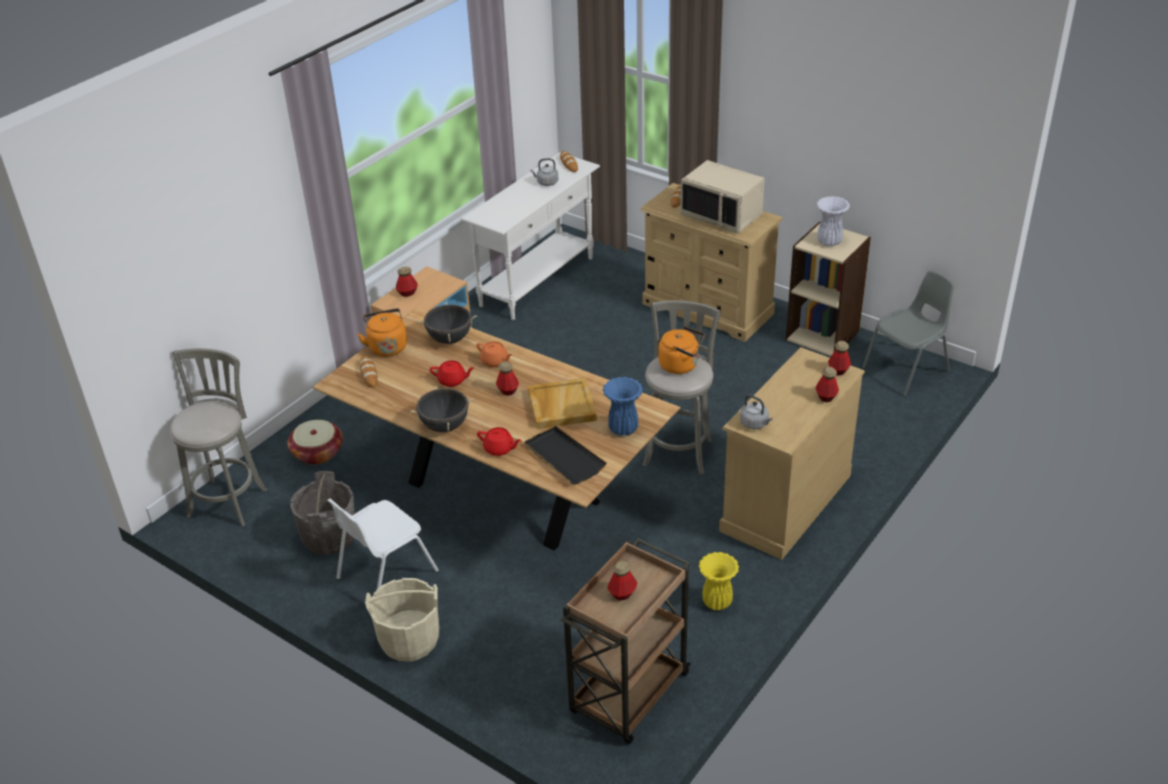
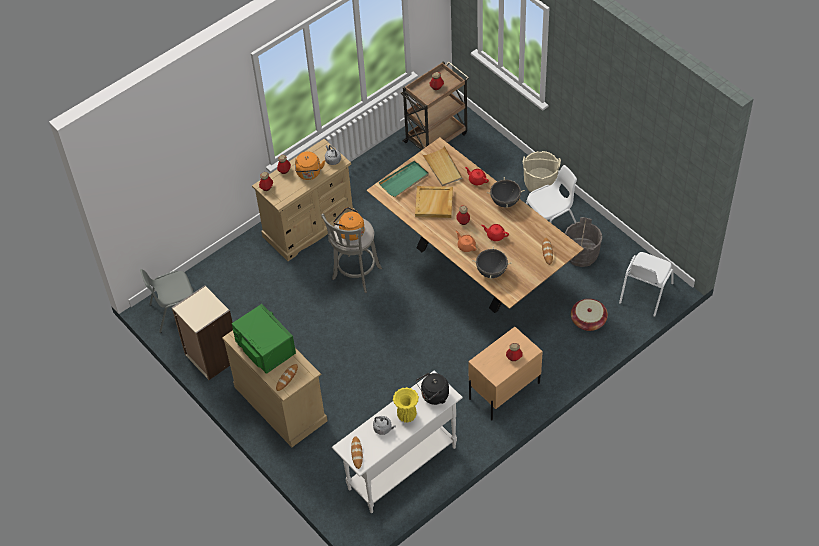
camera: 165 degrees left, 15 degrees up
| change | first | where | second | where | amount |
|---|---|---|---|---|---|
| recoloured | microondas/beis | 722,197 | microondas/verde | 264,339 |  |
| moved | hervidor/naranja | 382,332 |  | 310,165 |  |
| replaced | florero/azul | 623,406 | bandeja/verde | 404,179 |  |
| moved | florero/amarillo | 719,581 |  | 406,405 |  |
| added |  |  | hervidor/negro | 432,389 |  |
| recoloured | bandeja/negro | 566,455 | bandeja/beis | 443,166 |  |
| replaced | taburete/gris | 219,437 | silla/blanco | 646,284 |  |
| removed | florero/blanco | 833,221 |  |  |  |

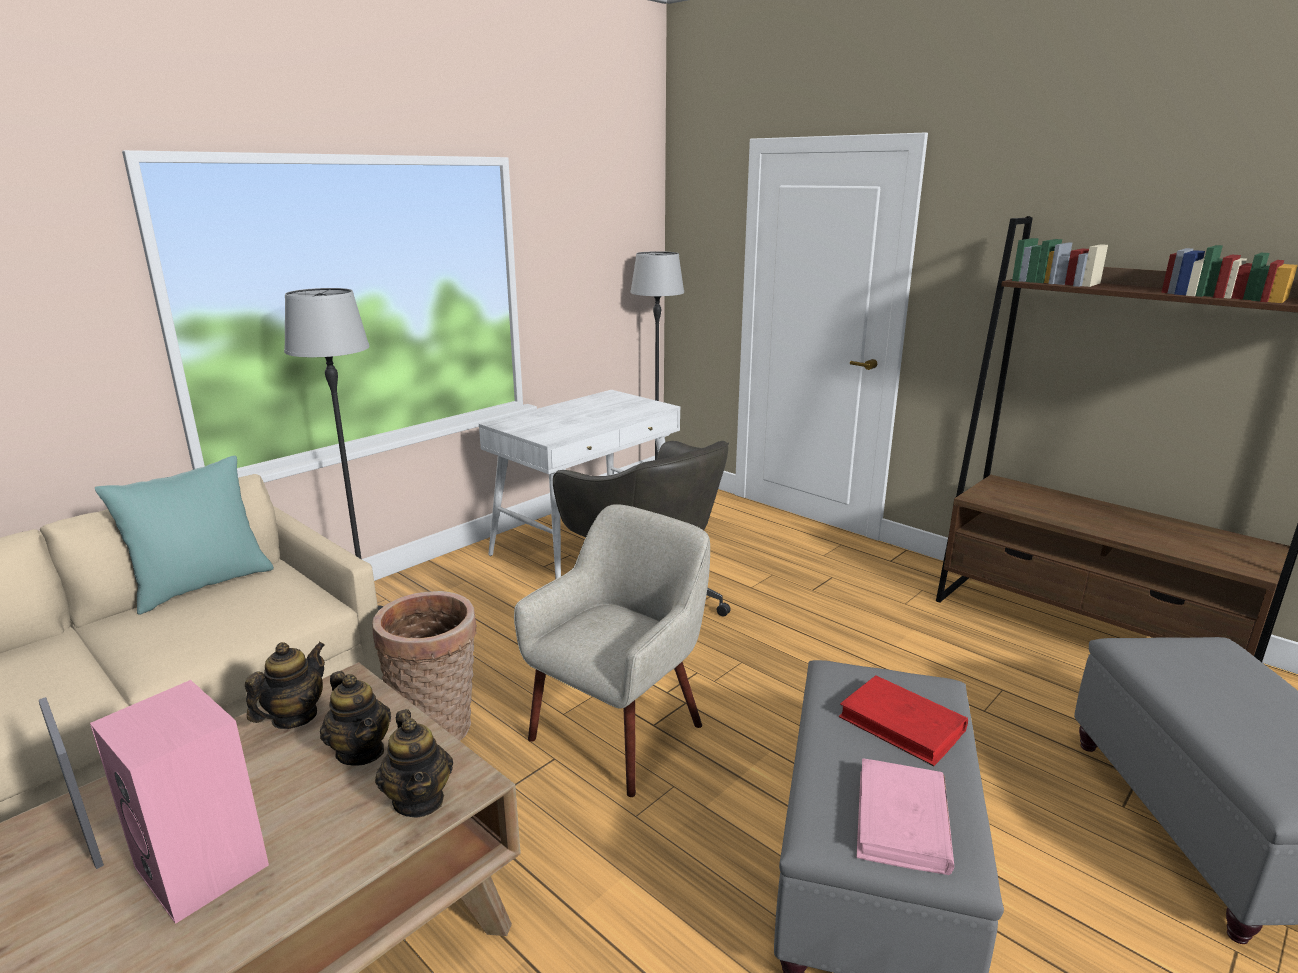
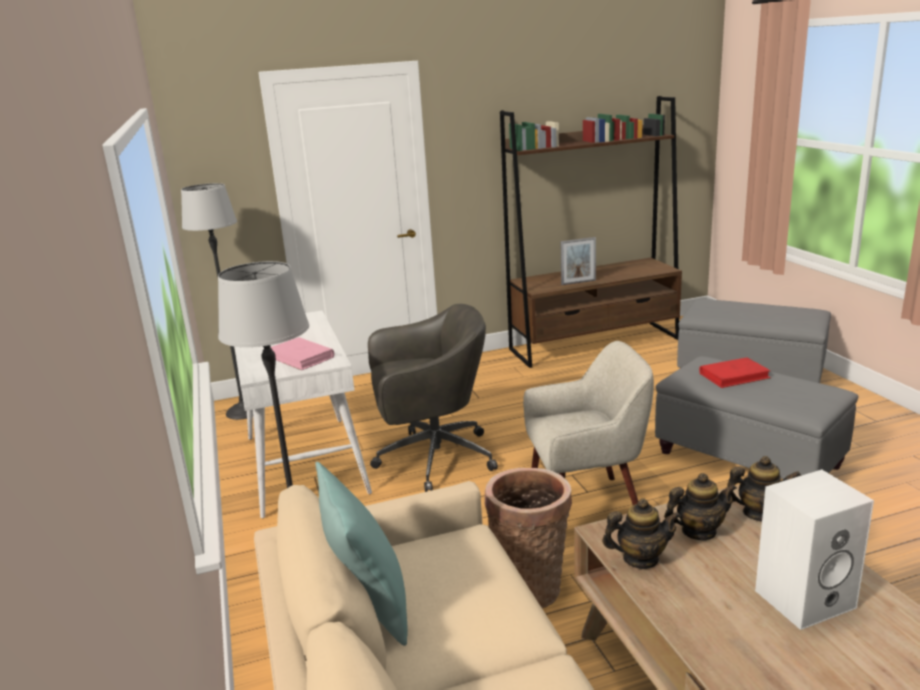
camera: 60 degrees left, 0 degrees up
| change | first | where | second | where | amount |
|---|---|---|---|---|---|
| moved | libro/rosa | 905,816 |  | 302,353 |  |
| turned | sillón/beis | 612,650 |  | 588,423 | 105 degrees clockwise |
| moved | portarretratos | 71,783 |  | 578,261 |  |
| turned | tetera | 285,685 |  | 641,533 | 120 degrees clockwise |
| recoloured | altavoz/rosa | 179,802 | altavoz/blanco | 814,549 |  |

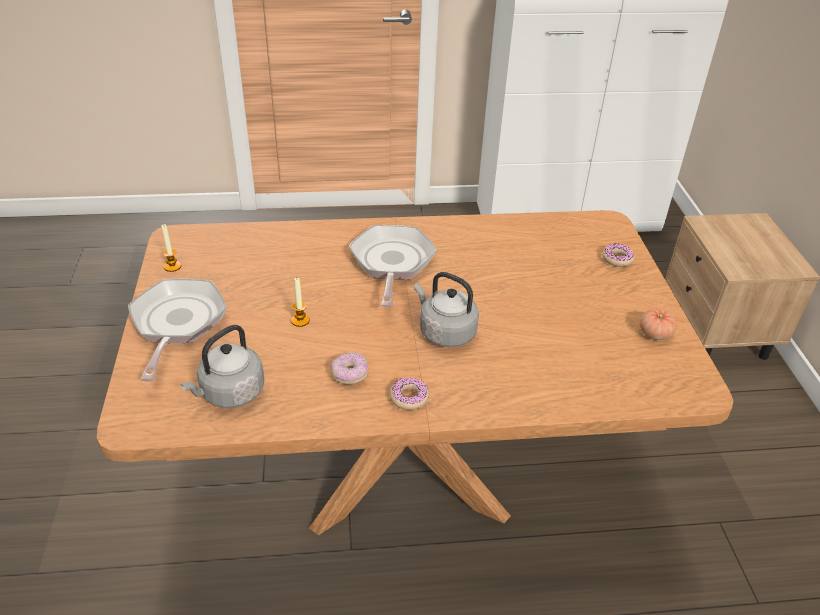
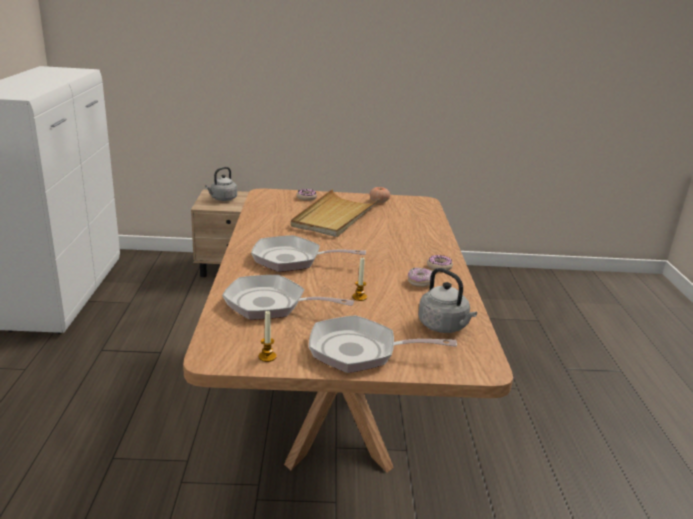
camera: 85 degrees left, 15 degrees down
| change | first | where | second | where | amount |
|---|---|---|---|---|---|
| moved | hervidor/gris | 446,309 |  | 221,184 |  |
| added |  |  | sartén | 288,297 |  |
| added |  |  | bandeja/beis | 335,213 |  |

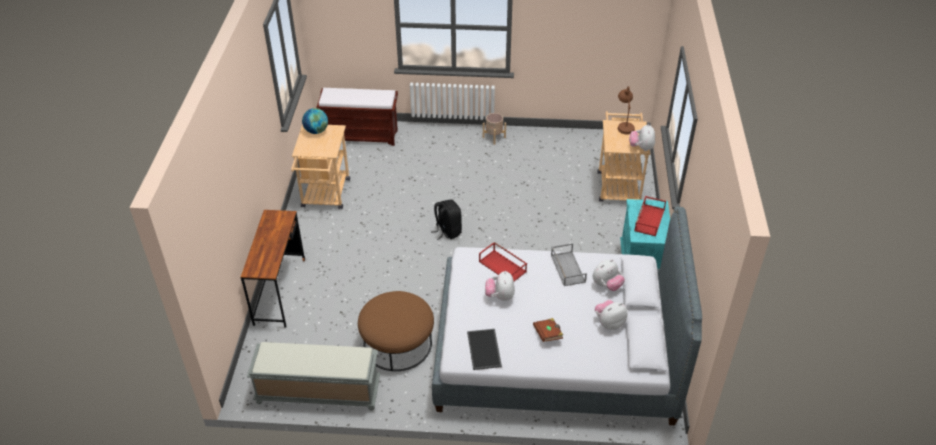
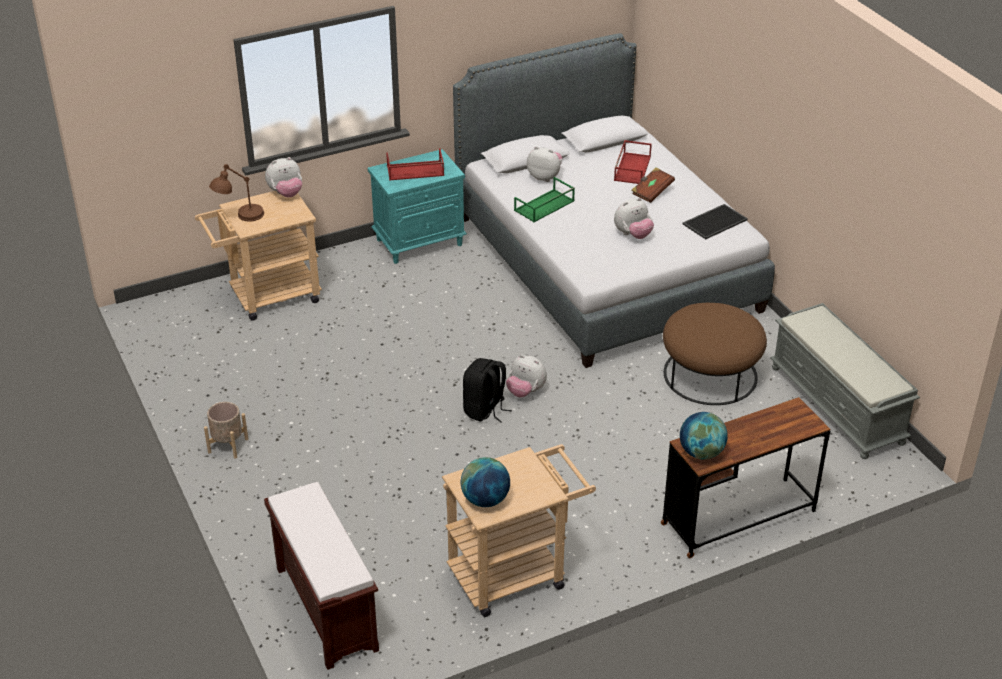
camera: 120 degrees left, 5 degrees down
| change | first | where | second | where | amount |
|---|---|---|---|---|---|
| moved | peluche | 611,315 |  | 526,376 |  |
| recoloured | bandeja/gris | 569,264 | bandeja/verde | 544,199 |  |
| moved | bandeja/rojo | 503,261 |  | 633,162 |  |
| added |  |  | globo terráqueo | 704,435 |  |

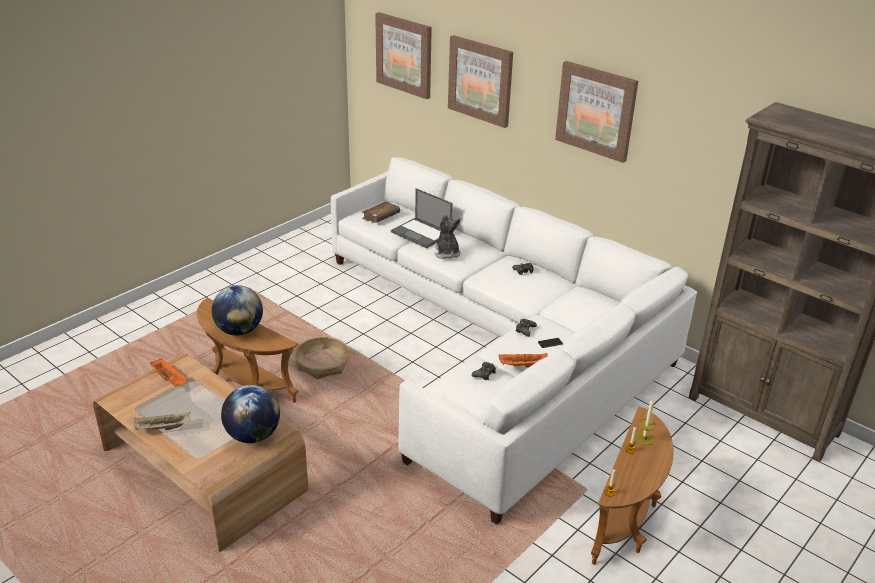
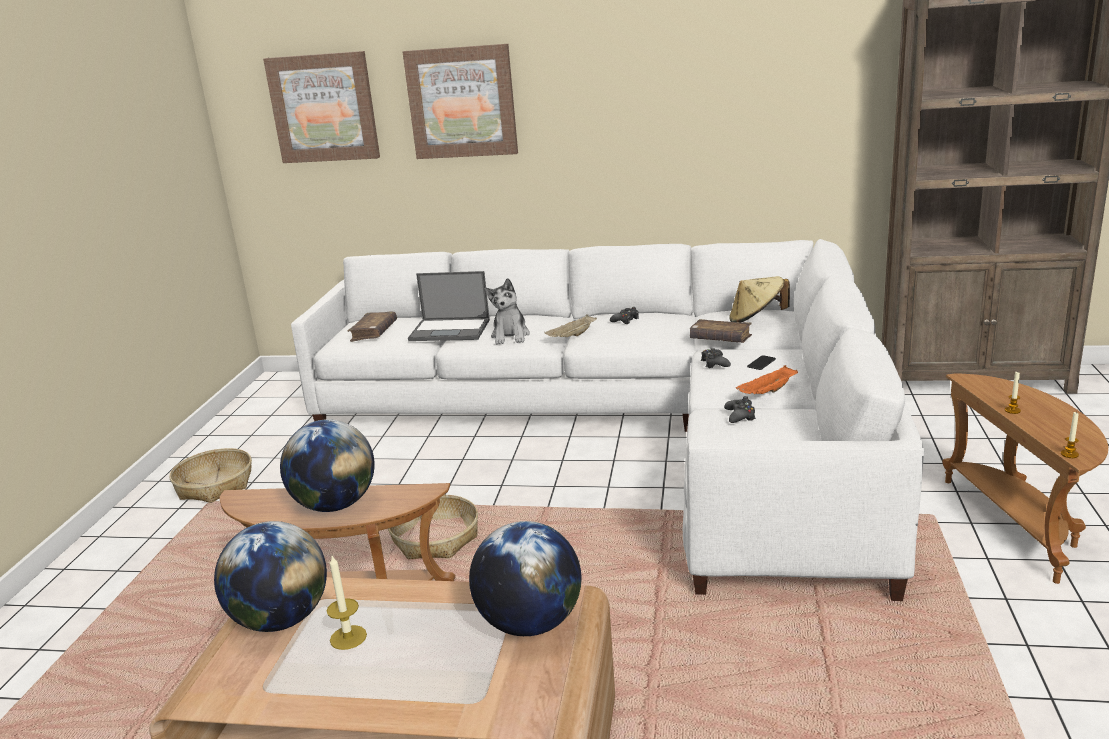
camera: 30 degrees left, 10 degrees down
| change | first | where | second | where | amount |
|---|---|---|---|---|---|
| added |  |  | cesta | 210,475 |  |
| replaced | bandeja/naranja | 169,373 | globo terráqueo | 270,576 |  |
| moved | vela | 645,422 |  | 347,603 |  |
| turned | peluche | 447,236 |  | 507,311 | 135 degrees counterclockwise |
| moved | bandeja/beis | 162,421 |  | 570,325 |  |
| added |  |  | libro/marrón | 721,331 |  |
| added |  |  | sombrero/beis | 759,299 |  |
| removed | cuadro | 596,112 |  |  |  |

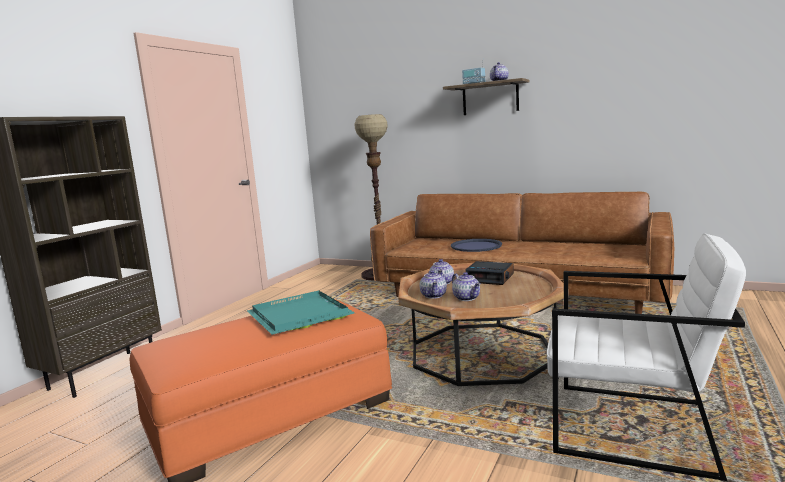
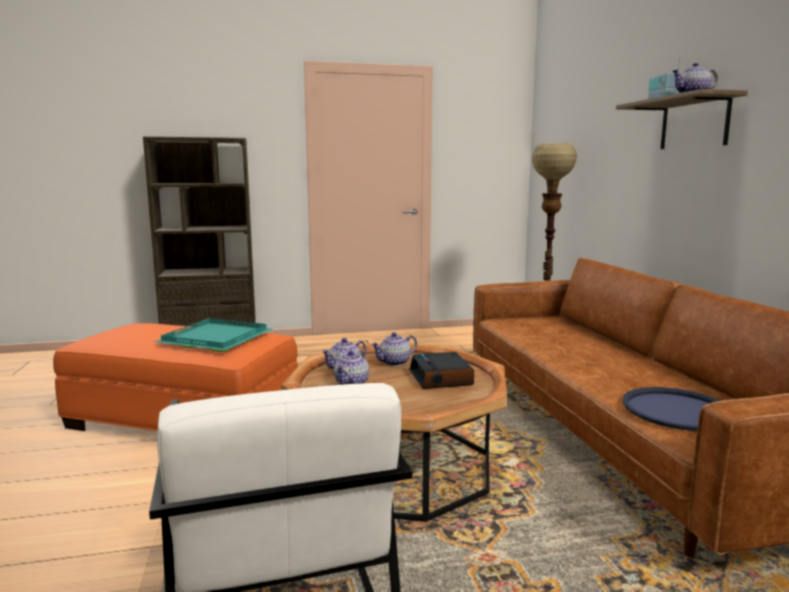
camera: 50 degrees right, 0 degrees up
| change | first | where | second | where | amount |
|---|---|---|---|---|---|
| moved | bandeja/azul | 476,245 |  | 671,409 |  |

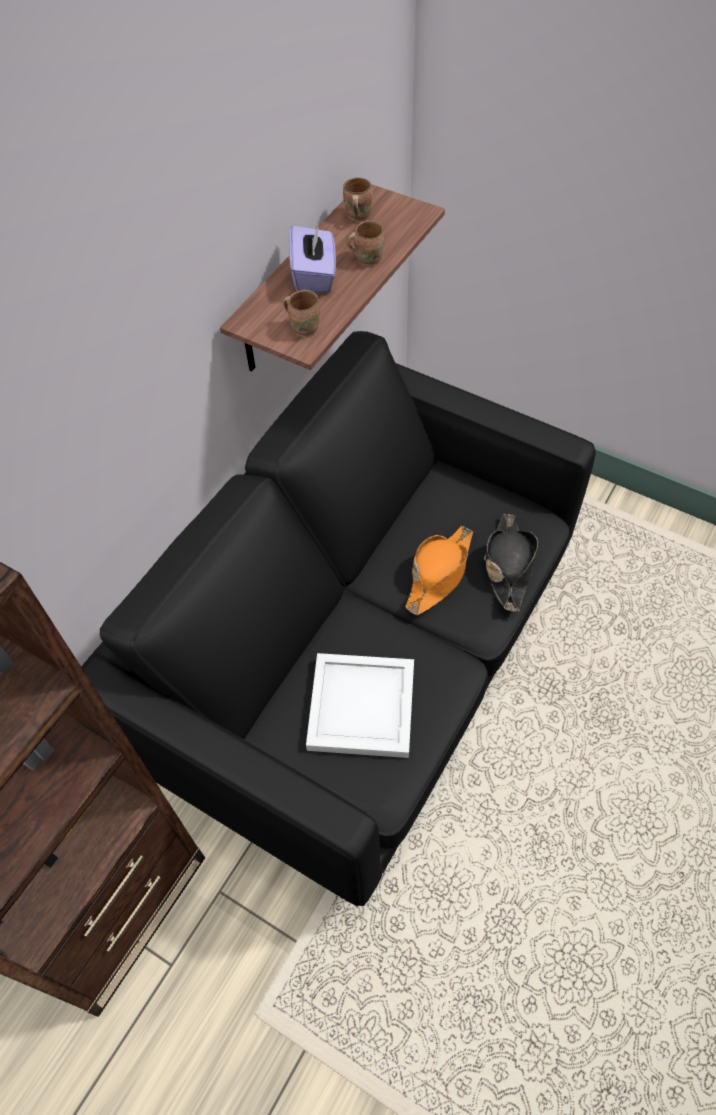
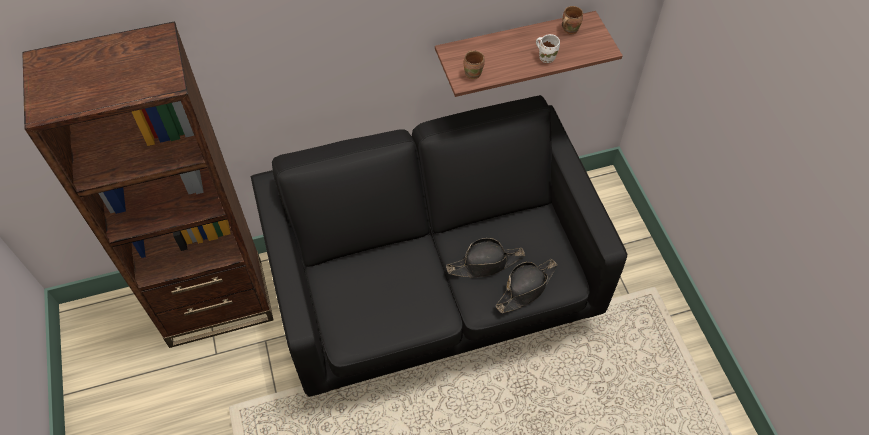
camera: 40 degrees right, 0 degrees up
| change | first | where | second | where | amount |
|---|---|---|---|---|---|
| recoloured | sombrero/naranja | 439,570 | sombrero/negro | 485,257 |  |
| recoloured | taza grande/marrón | 365,244 | taza grande/blanco | 548,48 |  |
| removed | caja de pañuelos/morado | 312,258 |  |  |  |
| removed | bandeja/blanco | 360,705 |  |  |  |

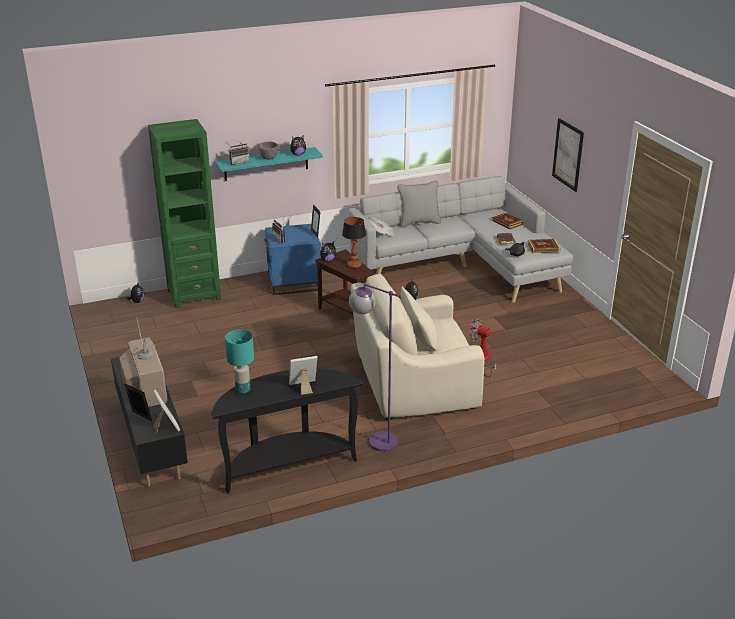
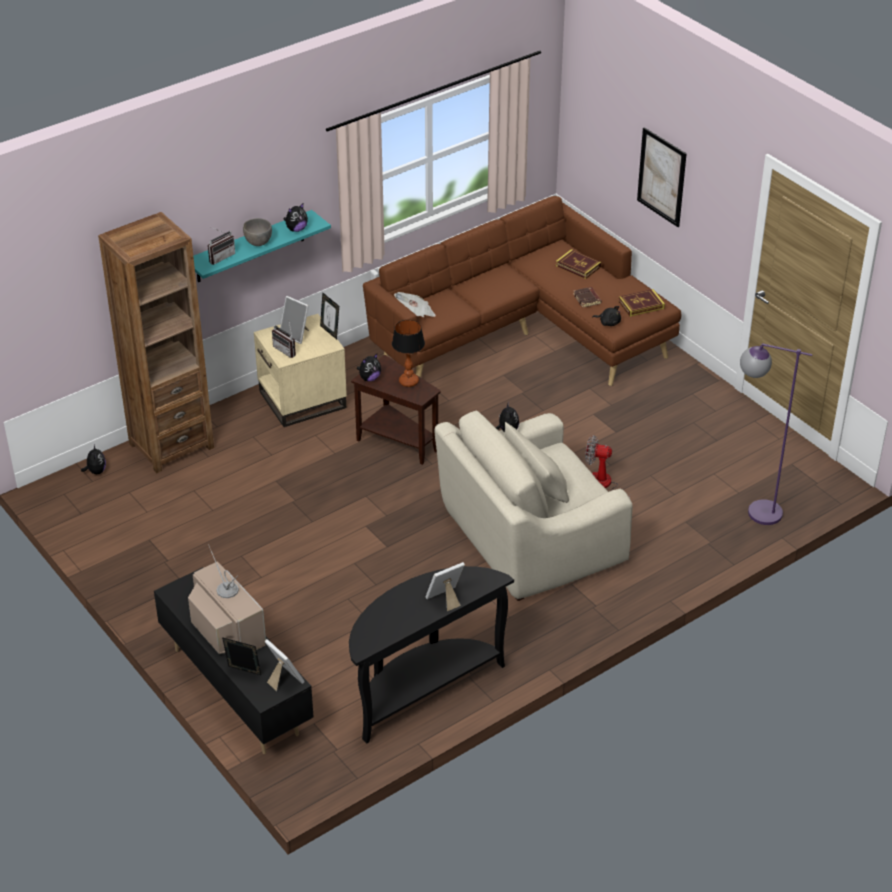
camera: 15 degrees left, 10 degrees up
| change | first | where | second | where | amount |
|---|---|---|---|---|---|
| recoloured | estantería/verde | 184,213 | estantería/marrón | 156,342 |  |
| recoloured | mesa auxiliar/azul | 292,259 | mesa auxiliar/beis | 300,370 |  |
| added |  |  | portarretratos | 294,320 |  |
| recoloured | sofá/gris | 460,239 | sofá/marrón | 522,291 |  |
| moved | lámpara de pie/morado | 375,368 |  | 776,434 |  |
| removed | lámpara de mesa/turquesa | 239,361 |  |  |  |
| removed | cojín/gris | 419,204 |  |  |  |

